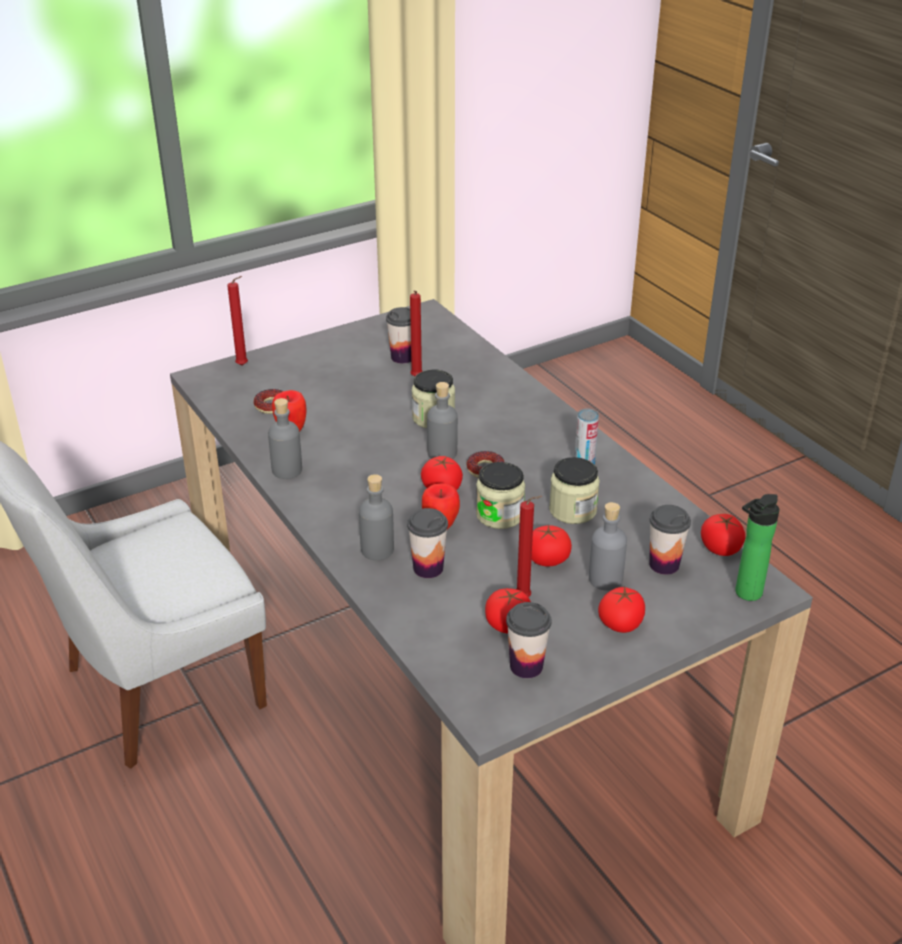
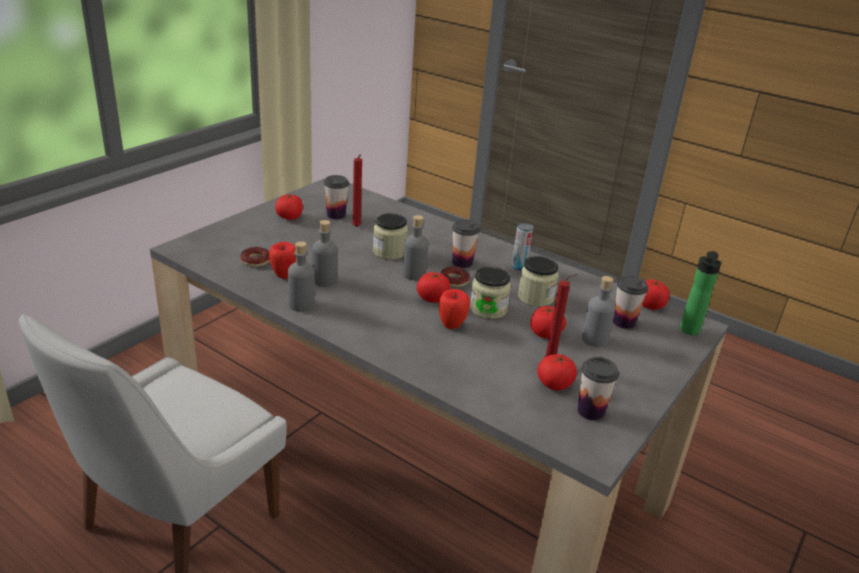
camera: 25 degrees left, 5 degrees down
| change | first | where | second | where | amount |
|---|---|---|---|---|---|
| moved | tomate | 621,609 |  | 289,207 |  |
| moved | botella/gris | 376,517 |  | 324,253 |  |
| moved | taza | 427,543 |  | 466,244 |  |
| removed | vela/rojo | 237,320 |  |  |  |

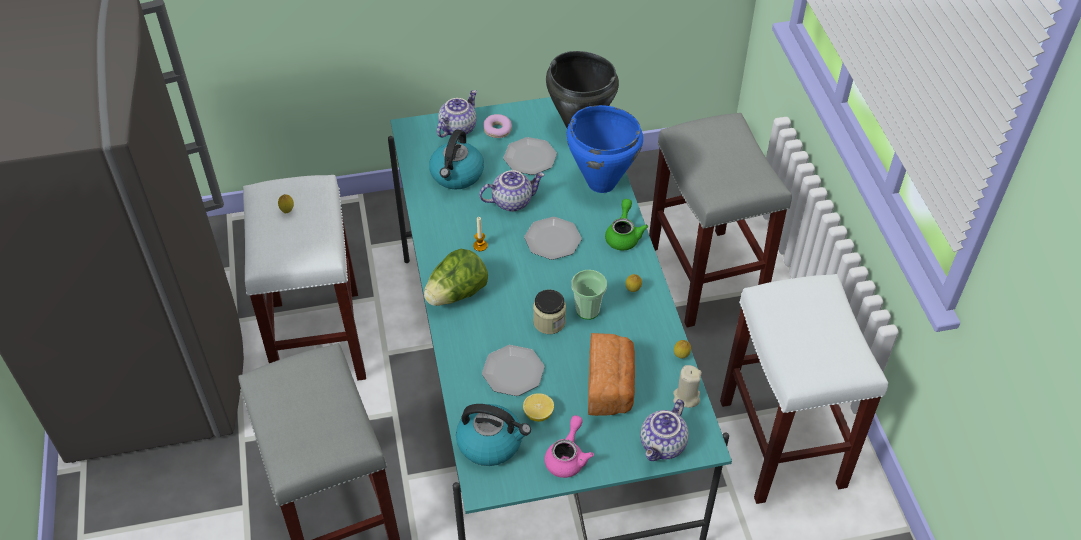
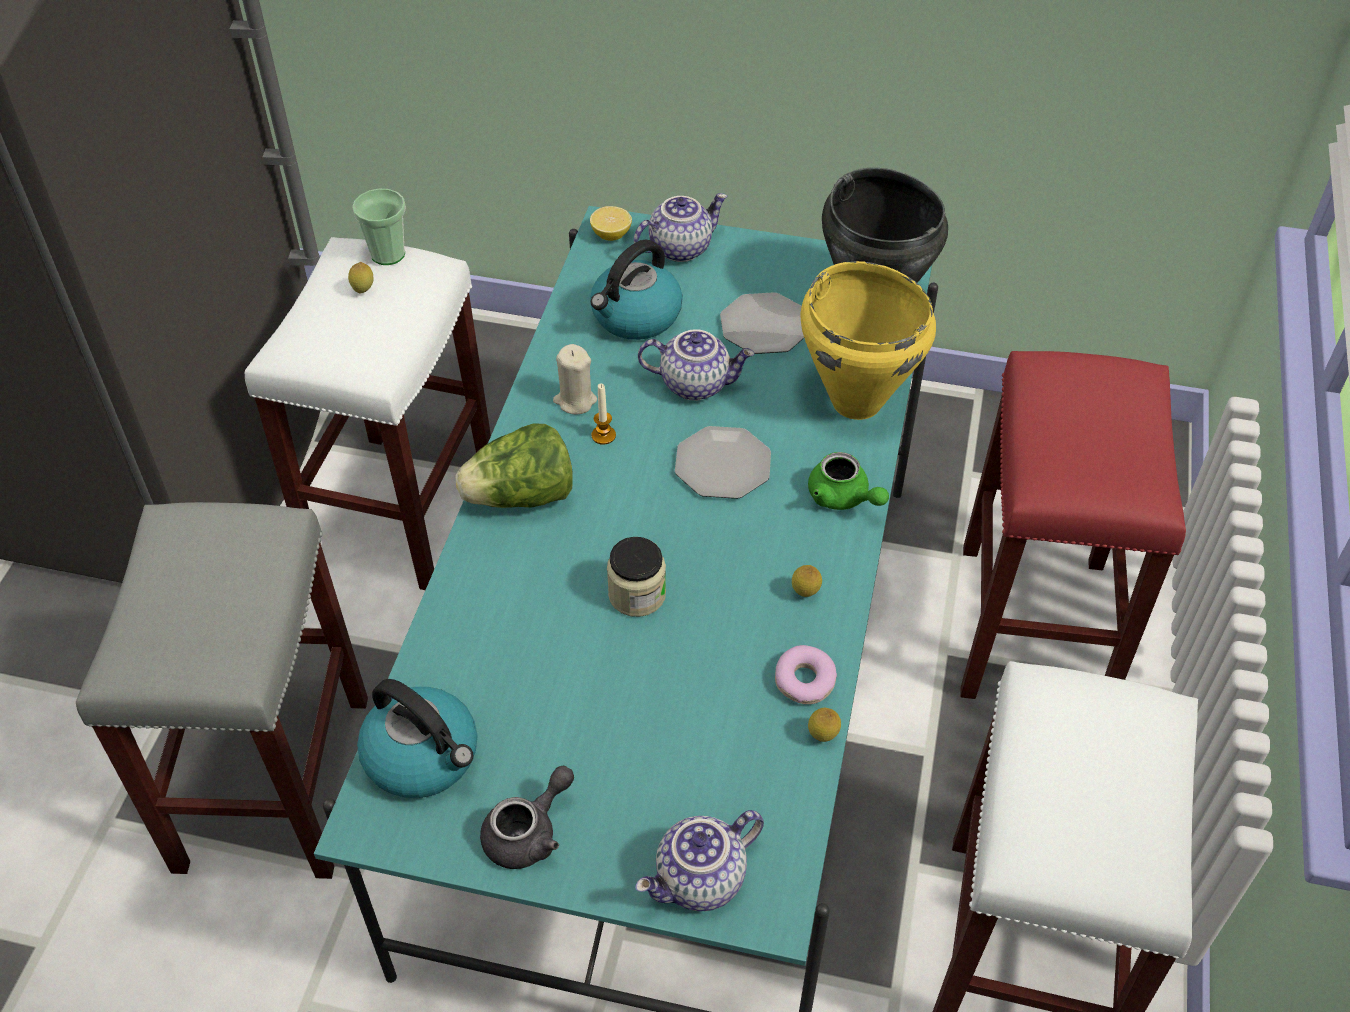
camera: 25 degrees right, 0 degrees up
| change | first | where | second | where | amount |
|---|---|---|---|---|---|
| moved | taza | 589,295 |  | 379,227 |  |
| recoloured | tetera/rosa | 569,446 | tetera/gris | 527,817 |  |
| moved | vela/beis | 687,386 |  | 575,379 |  |
| moved | limón | 538,407 |  | 611,223 |  |
| moved | rosquilla | 497,126 |  | 806,674 |  |
| recoloured | olla/azul | 604,149 | olla/amarillo | 868,340 |  |
| turned | tetera/verde | 626,224 |  | 848,481 | 105 degrees clockwise |
| recoloured | taburete/gris | 720,220 | taburete/rojo | 1073,525 |  |
| removed | plato | 513,370 |  |  |  |
| removed | pan | 611,374 |  |  |  |

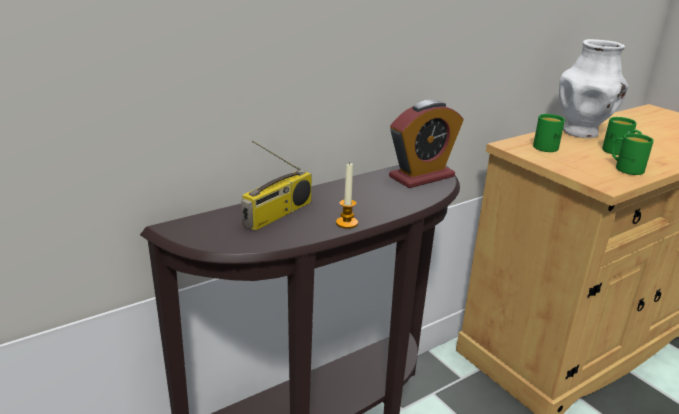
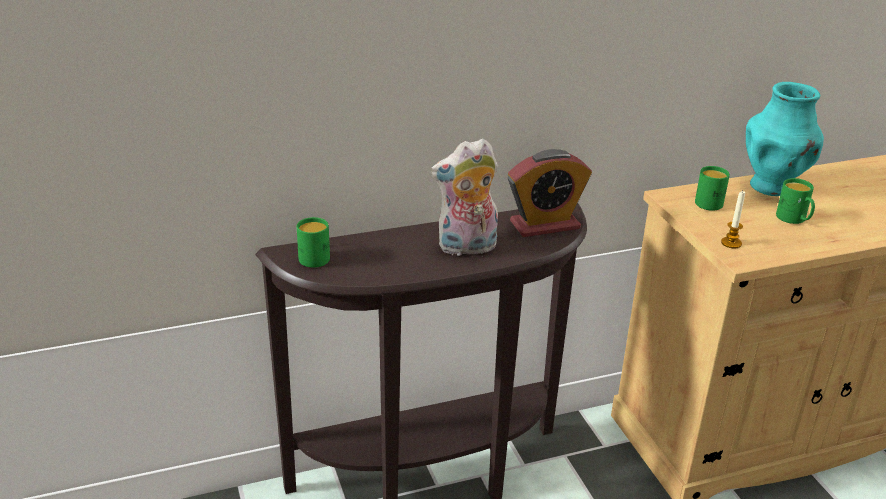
camera: 15 degrees right, 5 degrees up
| change | first | where | second | where | amount |
|---|---|---|---|---|---|
| moved | taza grande/verde | 633,154 |  | 313,242 |  |
| added |  |  | peluche | 464,197 |  |
| moved | vela | 347,195 |  | 733,219 |  |
| recoloured | florero/blanco | 593,88 | florero/turquesa | 785,139 |  |
| removed | radio | 276,186 |  |  |  |

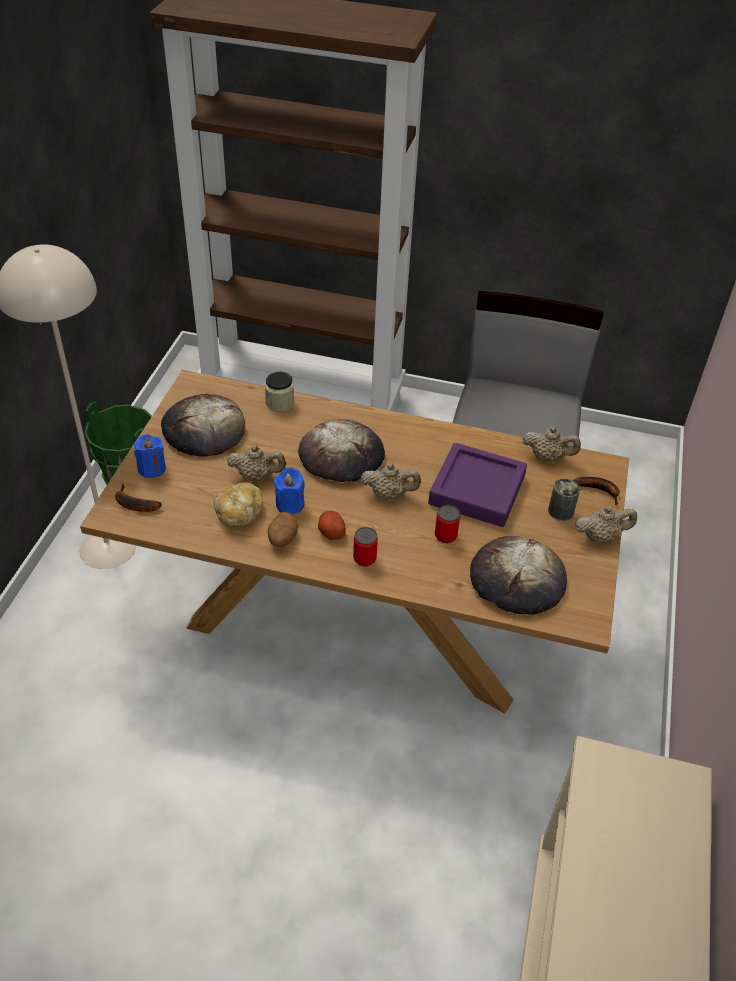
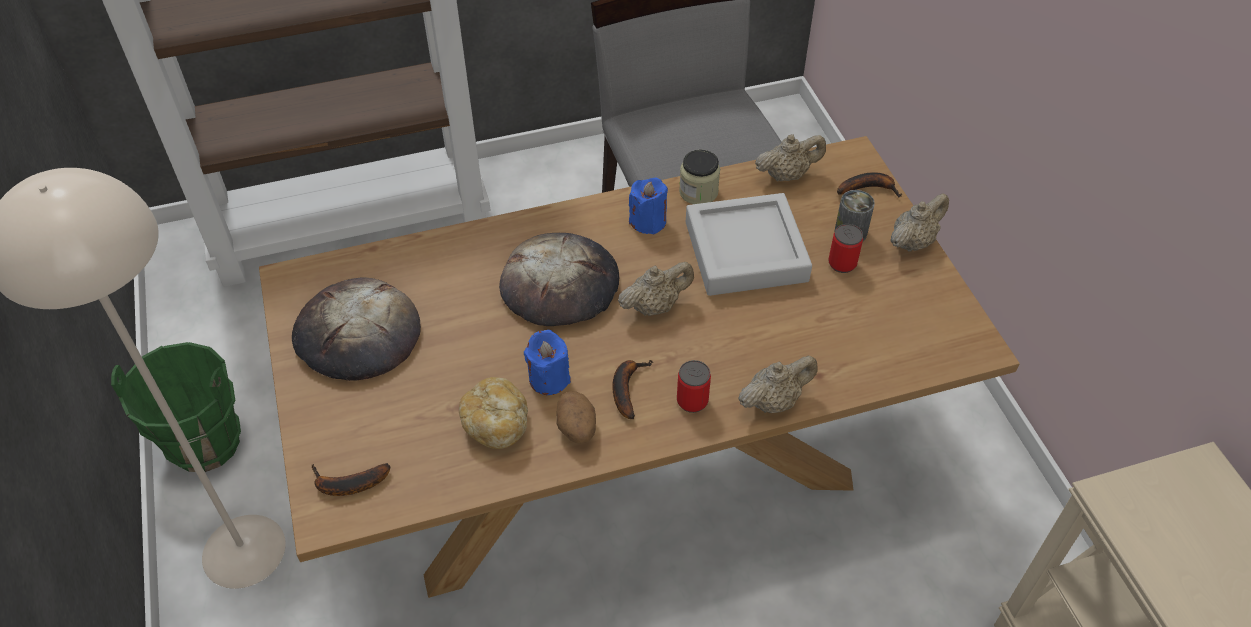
camera: 30 degrees left, 5 degrees up
| change | first | where | second | where | amount |
|---|---|---|---|---|---|
| replaced | patata | 332,525 | plátano | 632,389 |  |
| moved | vela/azul | 150,456 |  | 648,205 |  |
| moved | tarro | 279,392 |  | 699,177 |  |
| recoloured | bandeja/morado | 477,485 | bandeja/gris | 749,244 |  |
| moved | tetera/beis | 256,463 |  | 778,384 |  |
| moved | lata | 447,524 |  | 845,248 |  |
| removed | pan | 518,575 |  |  |  |

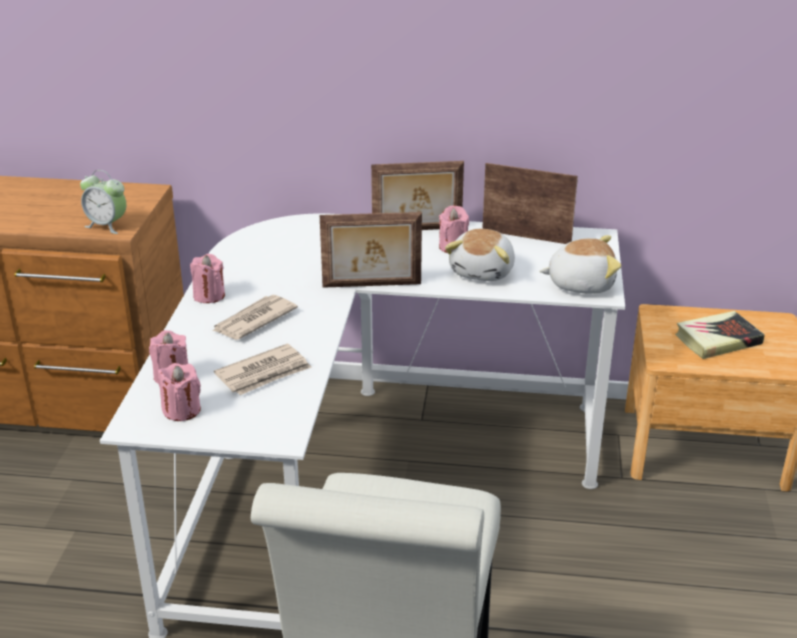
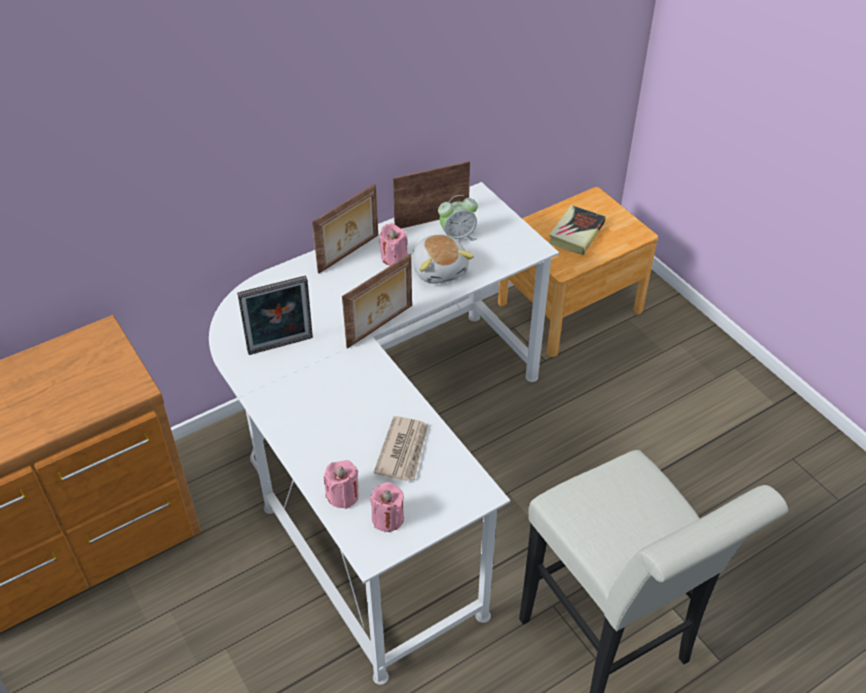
camera: 40 degrees left, 15 degrees up
| change | first | where | second | where | amount |
|---|---|---|---|---|---|
| added |  |  | portarretratos | 275,315 |  |
| moved | despertador | 103,202 |  | 458,218 |  |
| removed | vela/rosa | 207,278 |  |  |  |
| removed | periódico | 255,317 |  |  |  |
| removed | peluche | 580,264 |  |  |  |

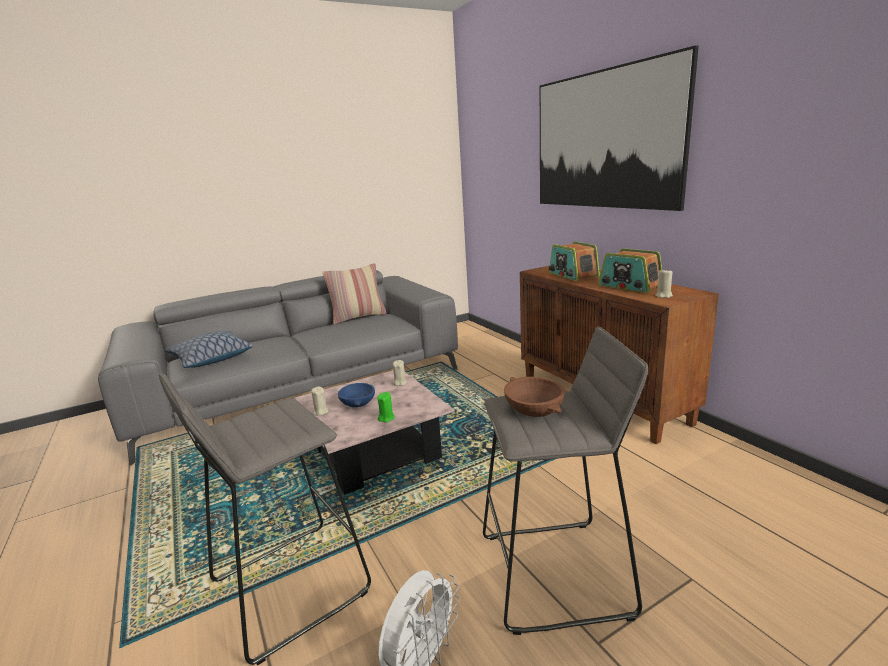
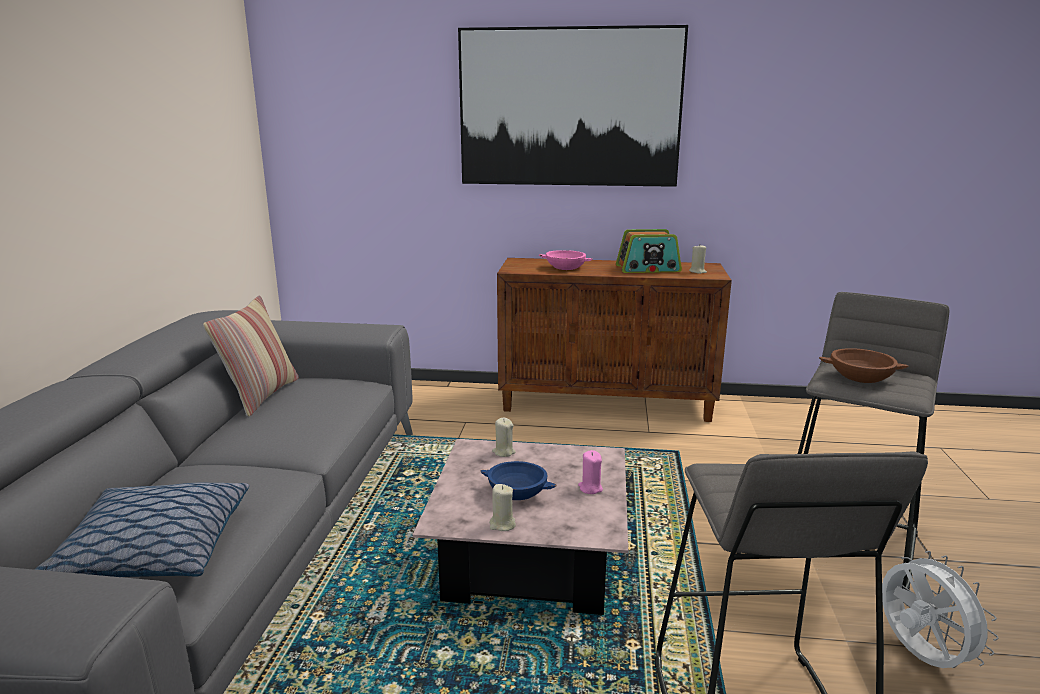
camera: 55 degrees left, 0 degrees up
| change | first | where | second | where | amount |
|---|---|---|---|---|---|
| replaced | radio | 574,261 | cuenco/rosa | 566,260 |  |
| recoloured | vela/verde | 386,407 | vela/rosa | 590,472 |  |

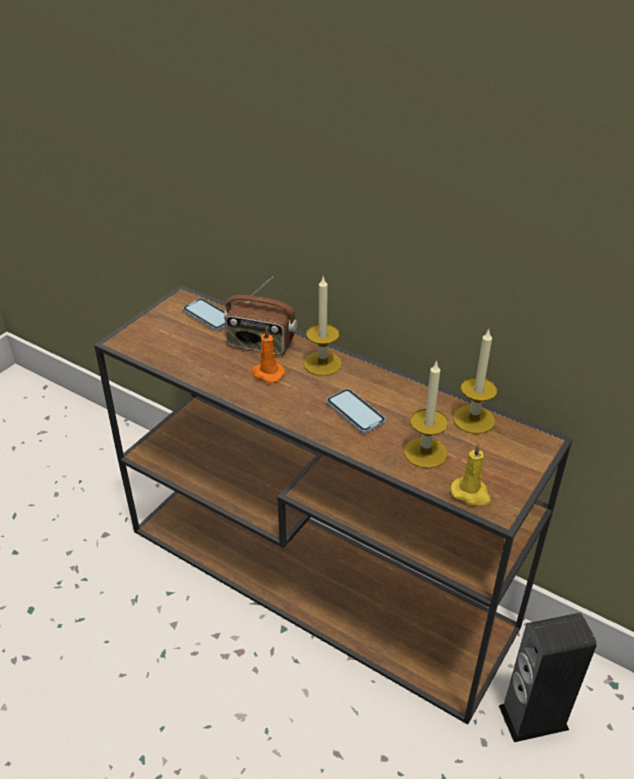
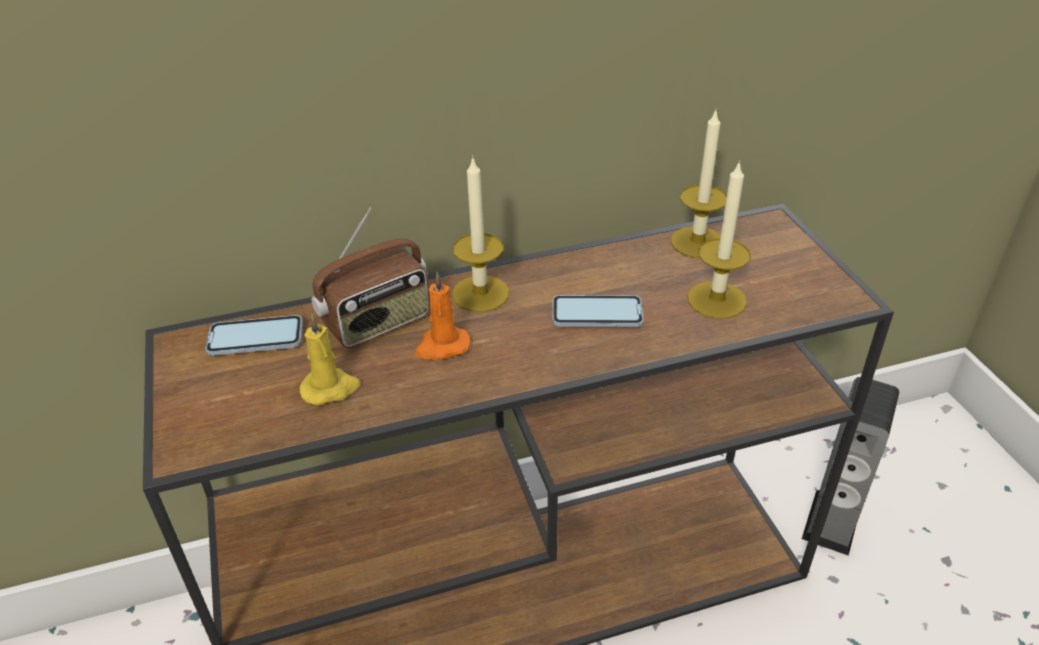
camera: 50 degrees left, 0 degrees up
| change | first | where | second | where | amount |
|---|---|---|---|---|---|
| moved | vela/amarillo | 471,474 |  | 330,359 |  |

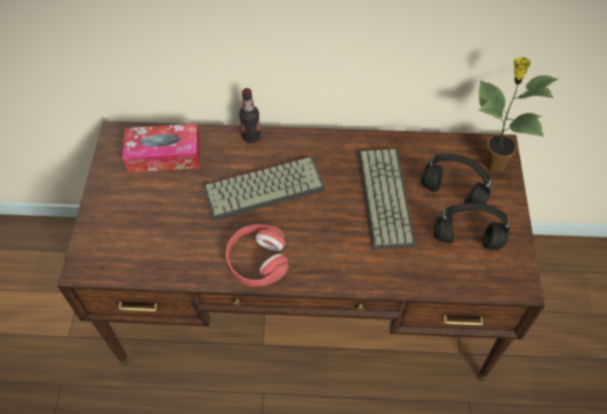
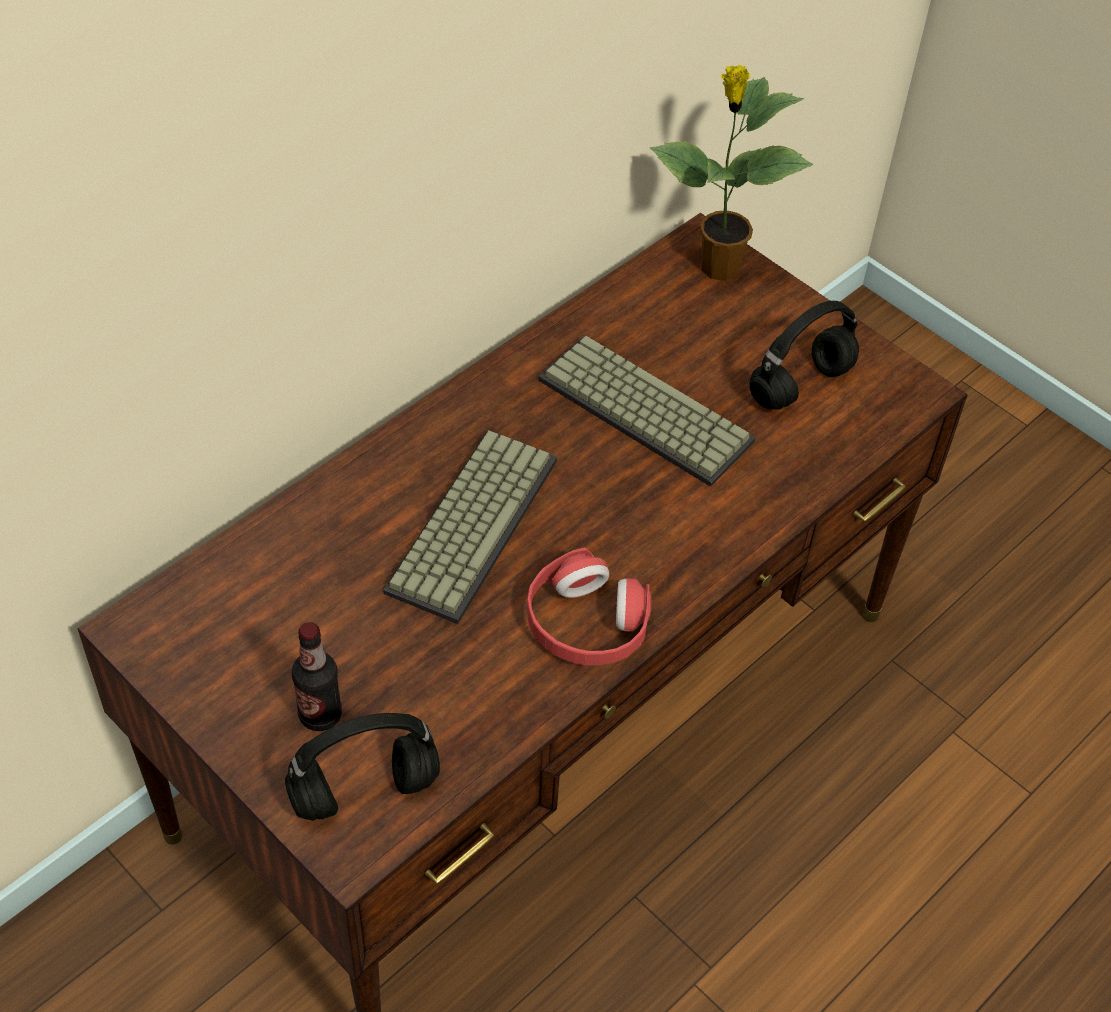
camera: 50 degrees left, 5 degrees down
| change | first | where | second | where | amount |
|---|---|---|---|---|---|
| moved | auriculares/negro | 456,179 |  | 362,767 |  |
| moved | botella | 250,115 |  | 317,676 |  |
| removed | caja de pañuelos | 161,148 |  |  |  |

